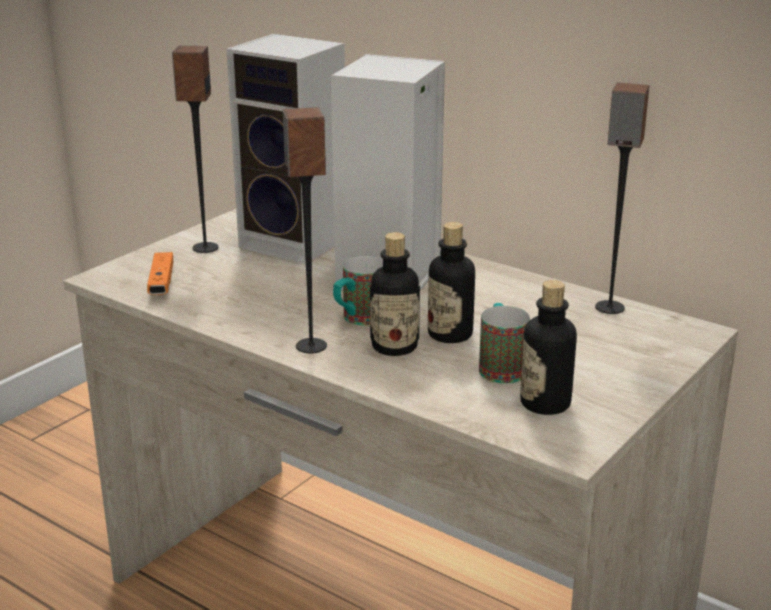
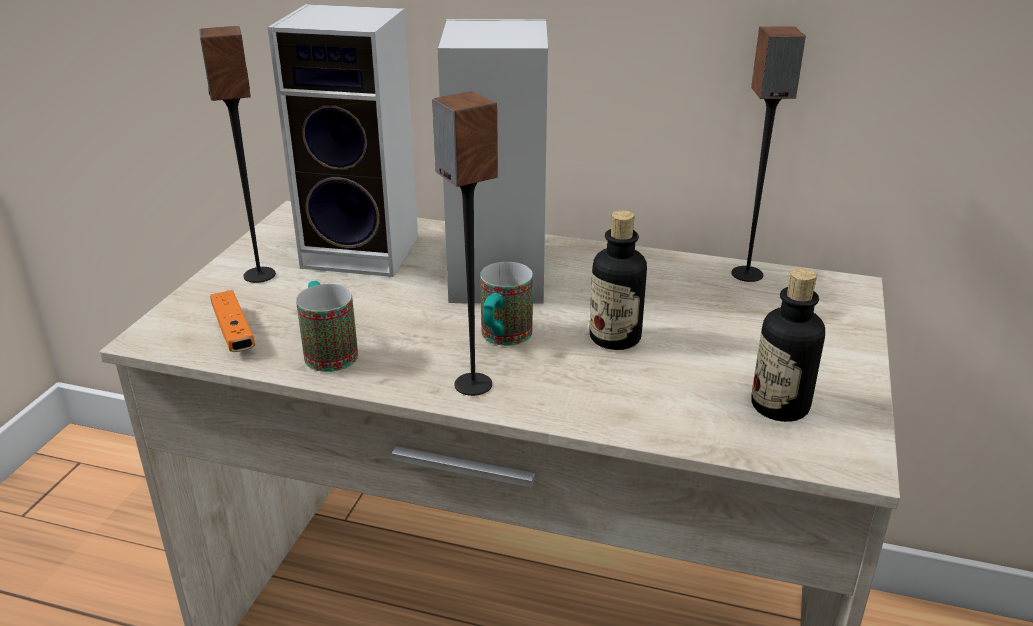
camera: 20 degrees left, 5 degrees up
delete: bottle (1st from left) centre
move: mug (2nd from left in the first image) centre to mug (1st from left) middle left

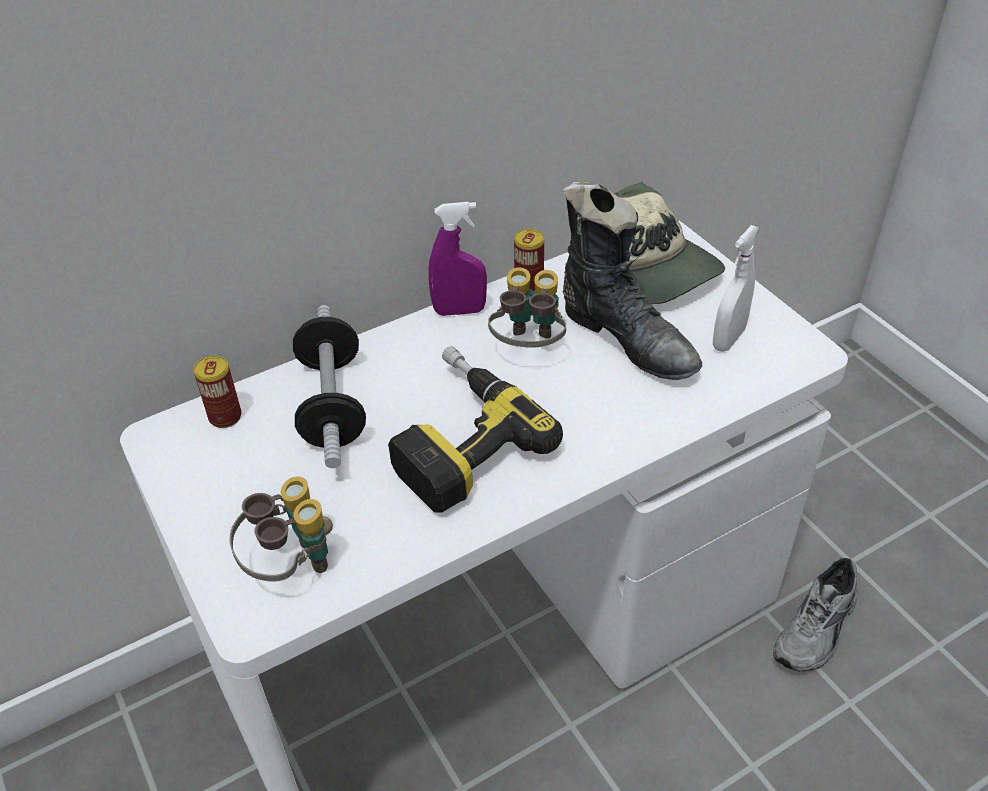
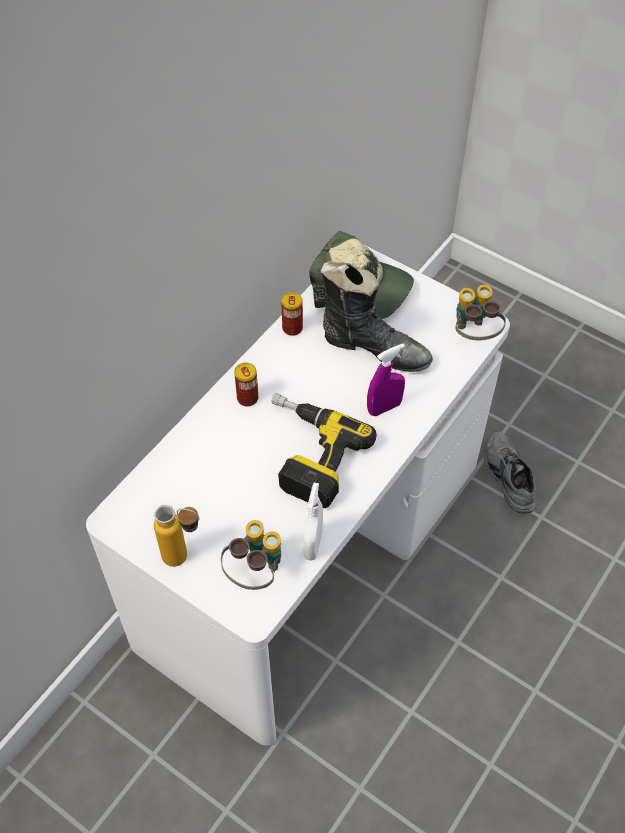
camera: 25 degrees left, 10 degrees up
delete: dumbbell middle left
insert: bottle middle left
move: purple spray bottle top centre to centre; white spray bottle middle right to centre; binoculars (2nd from left) centre to middle right; can (1st from left) middle left to centre
rotate: grey shoe bottom right = middle right 150 degrees clockwise

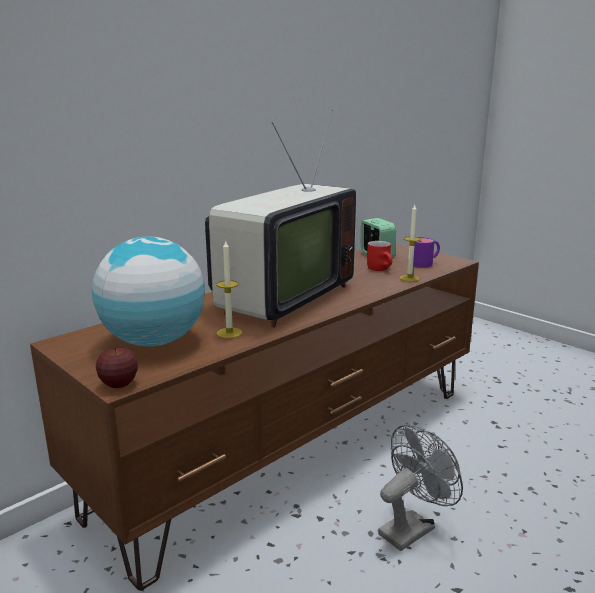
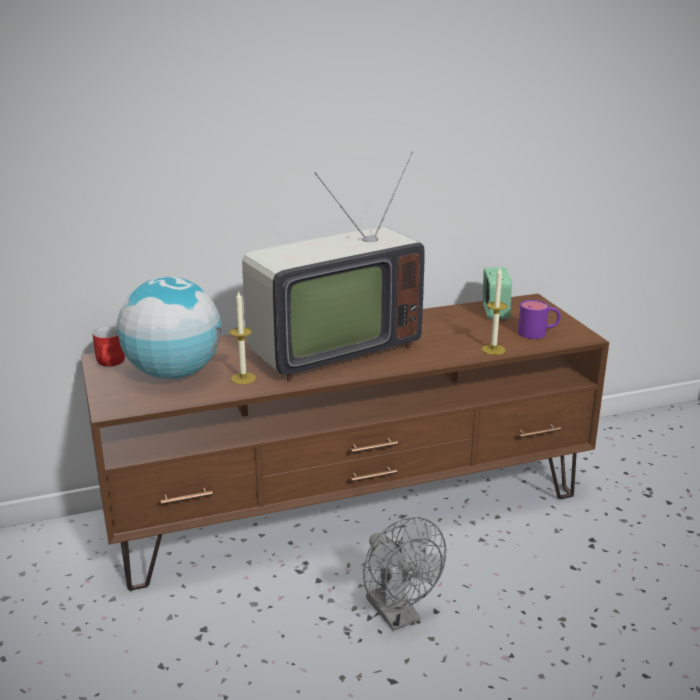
camera: 25 degrees right, 5 degrees up
delete: apple middle left
move: red mug centre to middle left
rotate: grey fan bottom right = bottom centre 75 degrees clockwise

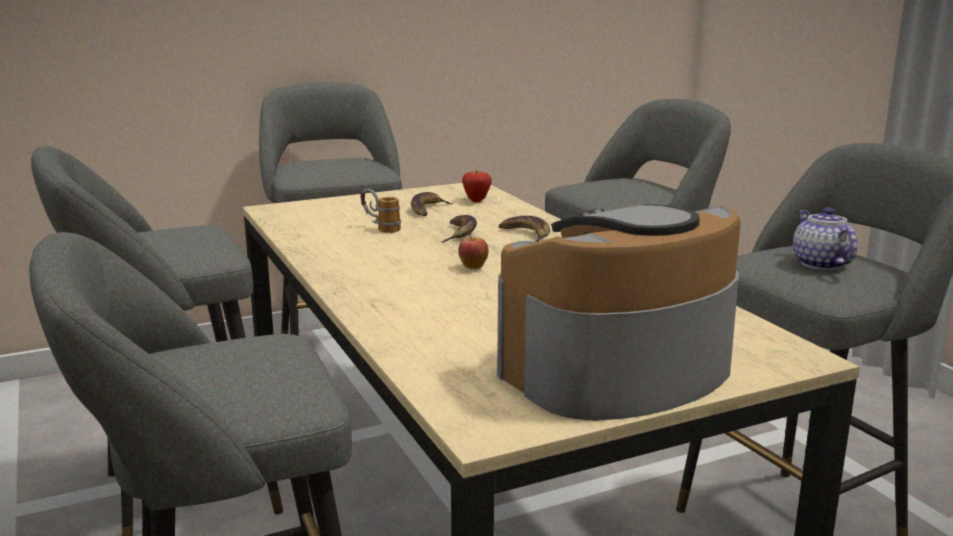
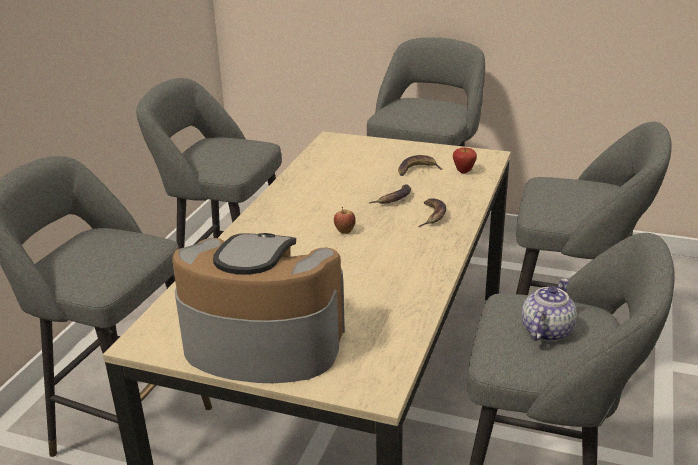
camera: 45 degrees right, 10 degrees up
delete: mug centre

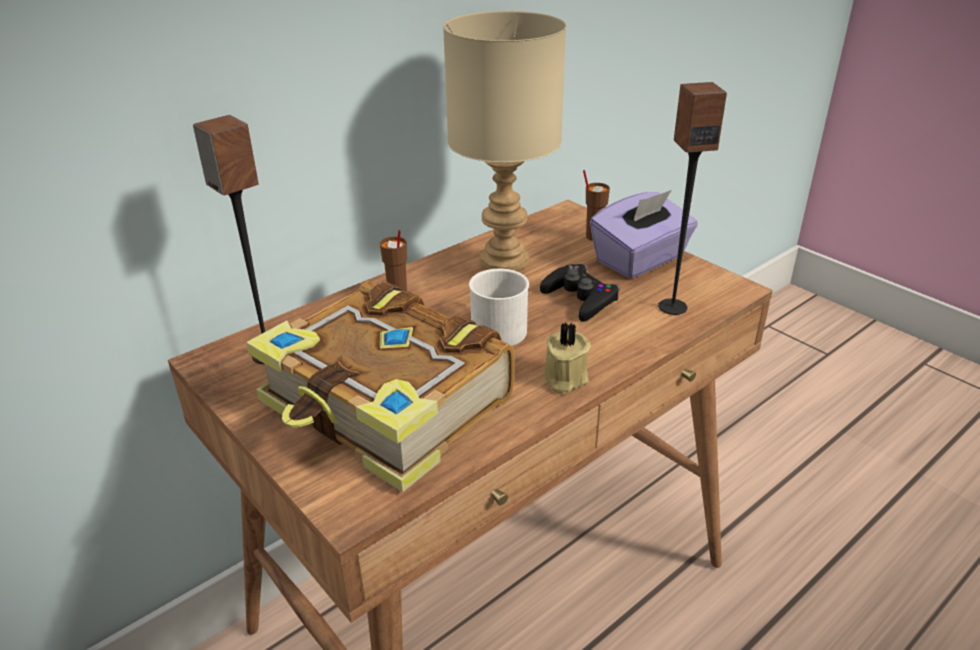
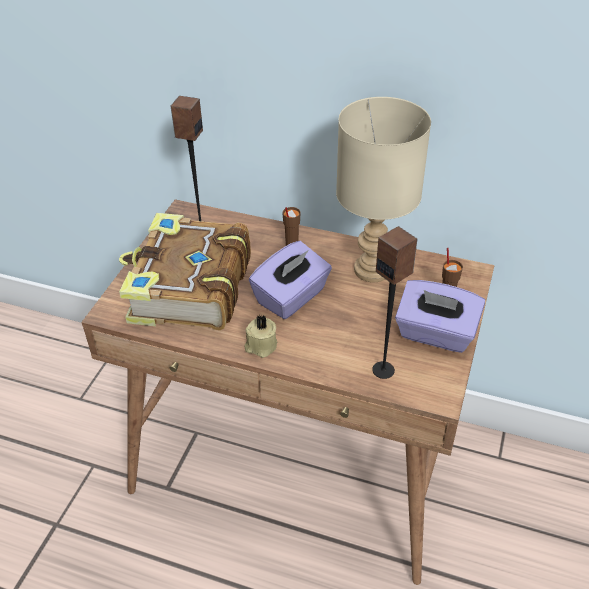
camera: 60 degrees right, 10 degrees up
delete: black game controller centre
replace: white mug centre to purple tissue box (1st from left) centre

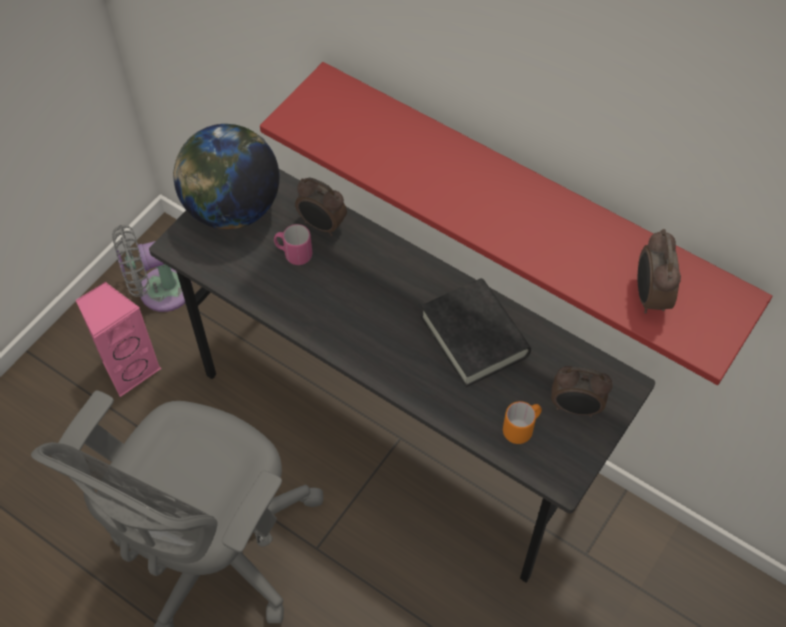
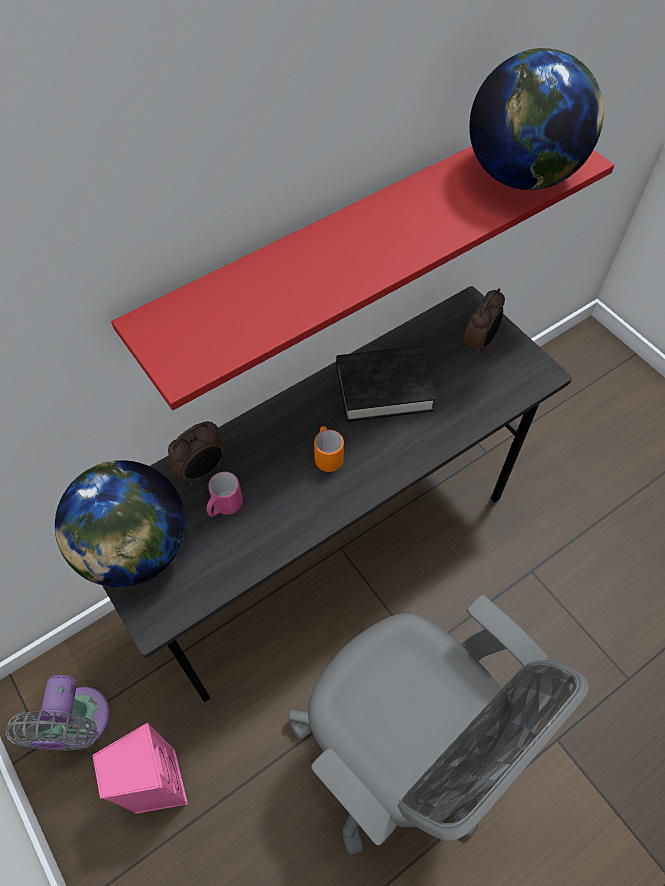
camera: 70 degrees left, 0 degrees up
move: orange mug bottom centre to centre
replace: alarm clock (3rd from left) middle right to globe (2nd from left) top right

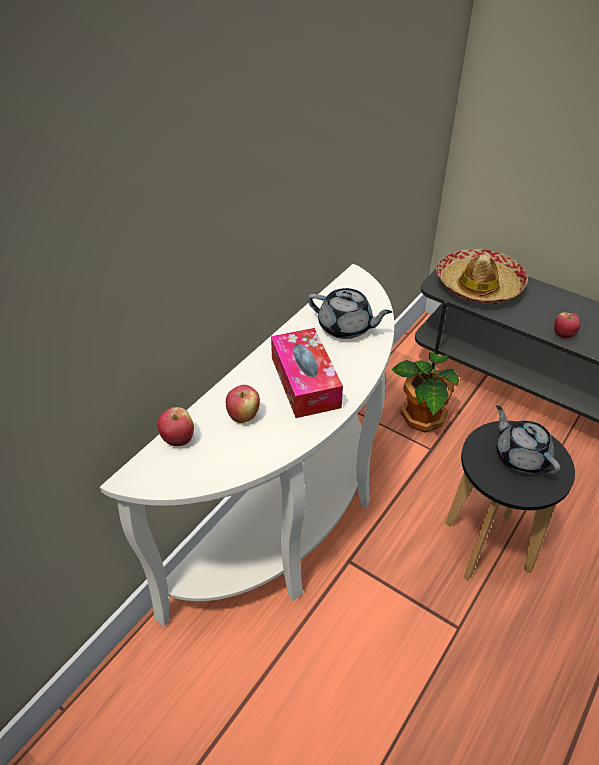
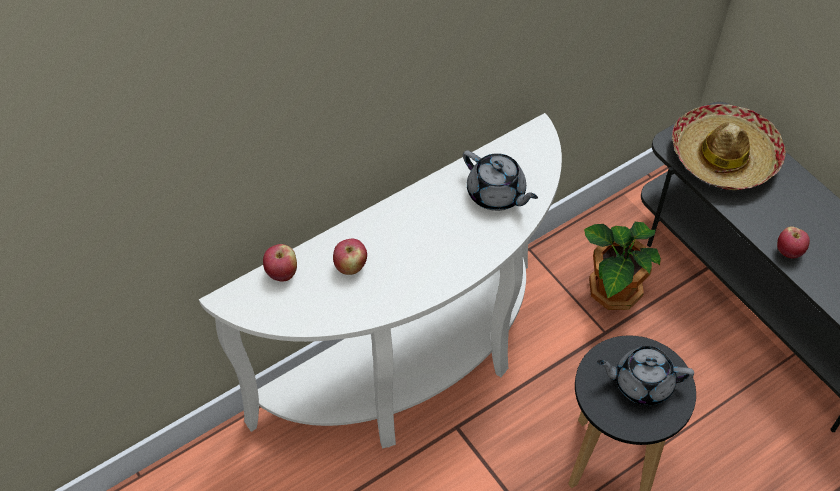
camera: 20 degrees right, 10 degrees up
delete: tissue box centre
rotate: grey teapot (2nd from left) middle right = bottom right 75 degrees counterclockwise

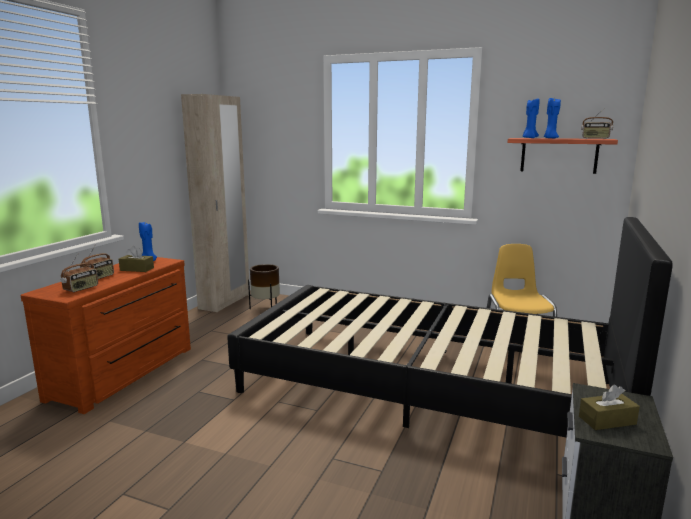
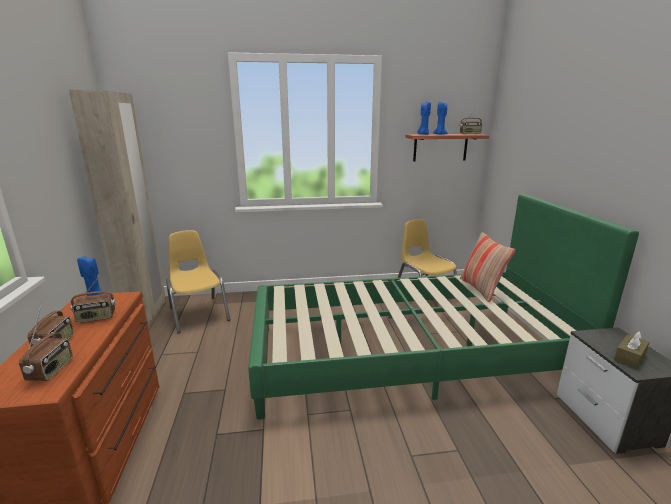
camera: 30 degrees left, 5 degrees up
insert: pillow middle right
replace: brown tissue box (1st from left) middle left to radio (3rd from left) middle left; brown planter centre to yellow chair (1st from left) middle left
recolor: black bed centre to green bed centre

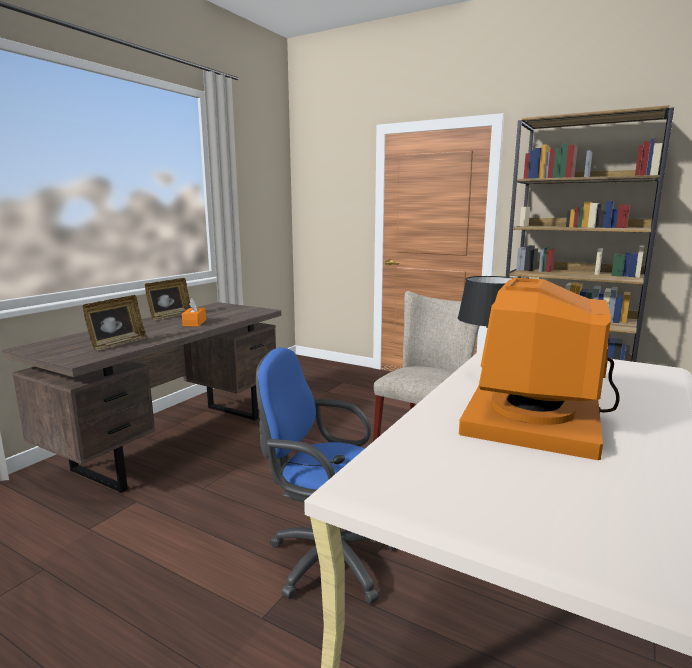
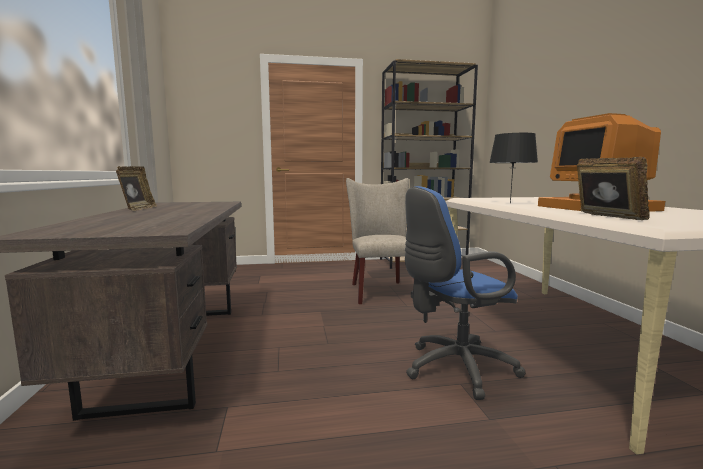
camera: 40 degrees left, 5 degrees down
delete: orange tissue box middle left
move: picture frame (1st from left in the first image) middle left to picture frame (2nd from left) middle right

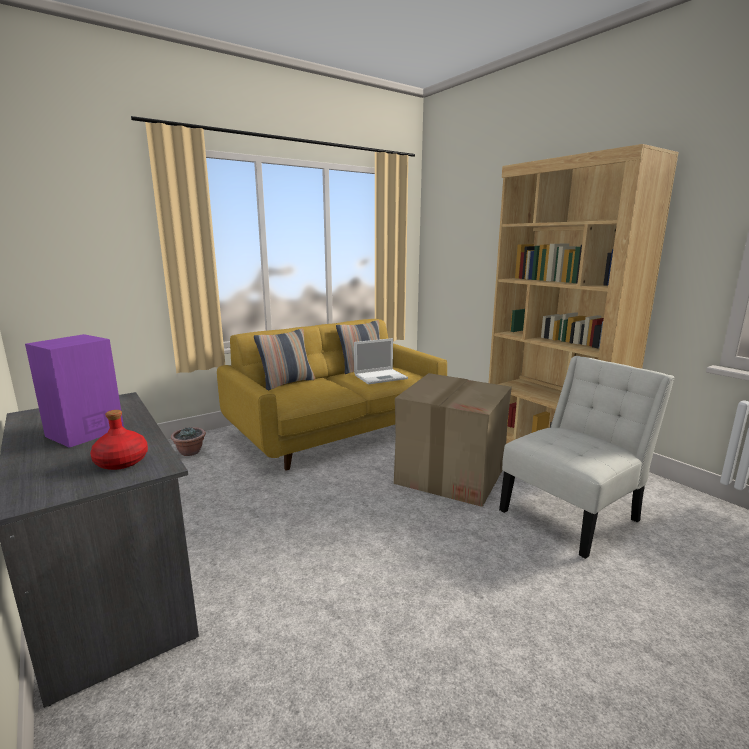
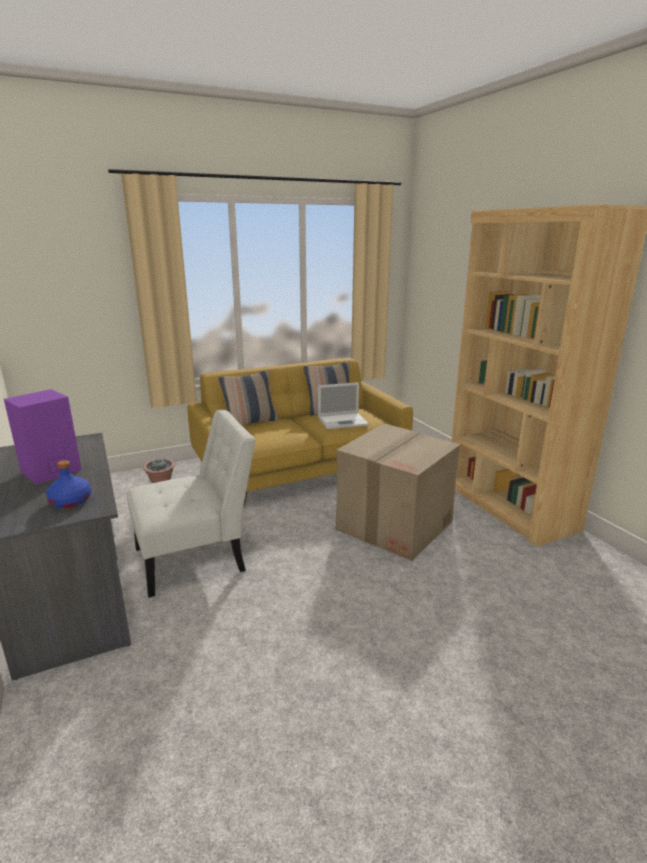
camera: 10 degrees right, 5 degrees up
move: white chair middle right to middle left
recolor: red bottle middle left to blue bottle middle left

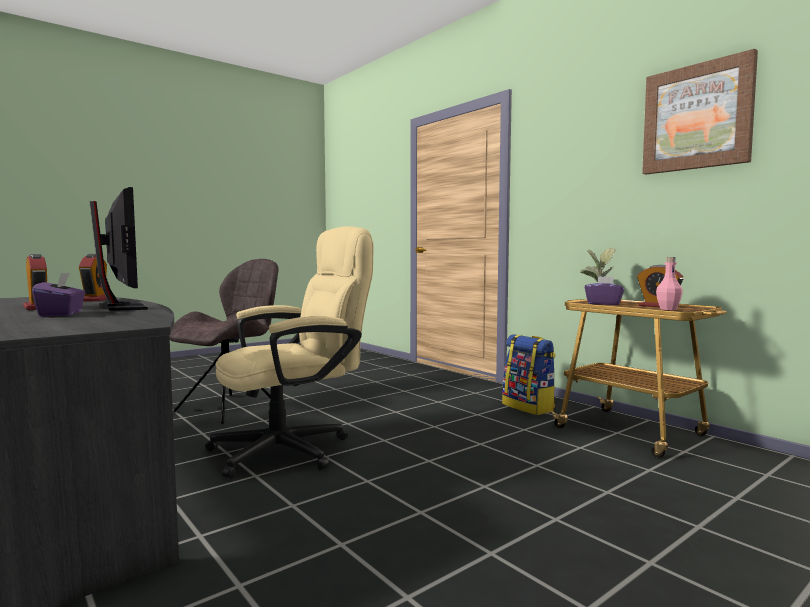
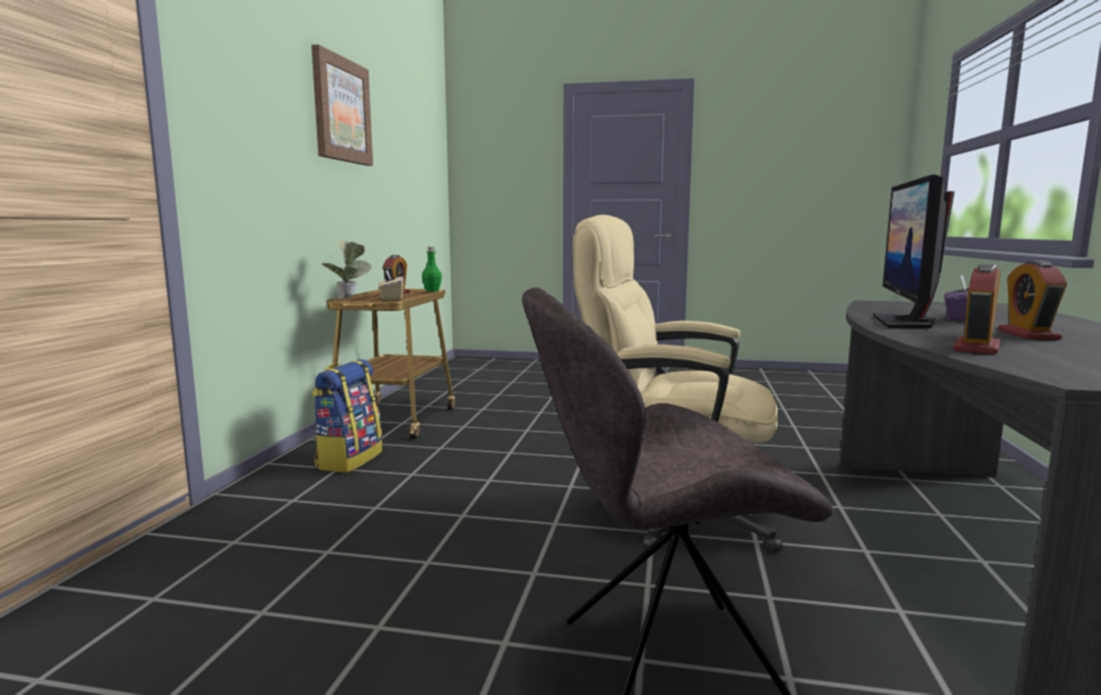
camera: 130 degrees left, 5 degrees up
recolor: pink bottle middle right to green bottle centre; purple tissue box (2nd from left) middle right to beige tissue box centre

